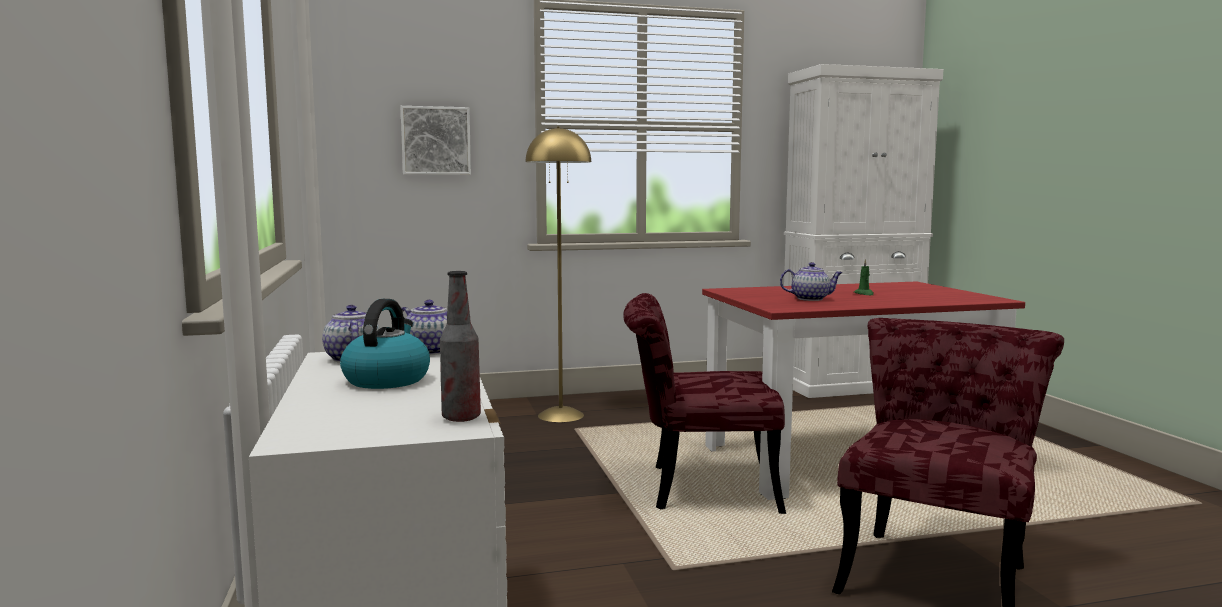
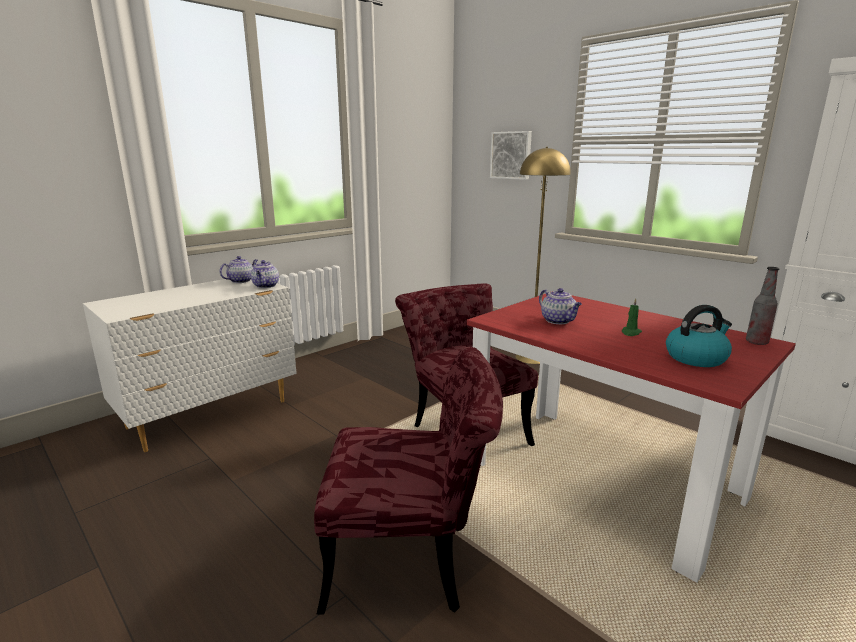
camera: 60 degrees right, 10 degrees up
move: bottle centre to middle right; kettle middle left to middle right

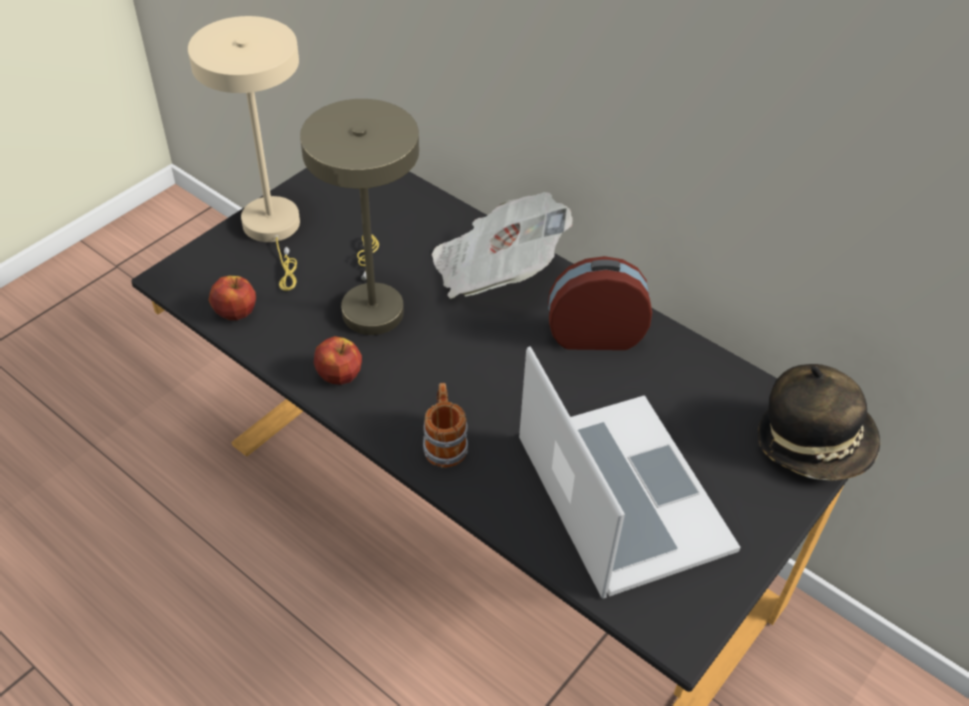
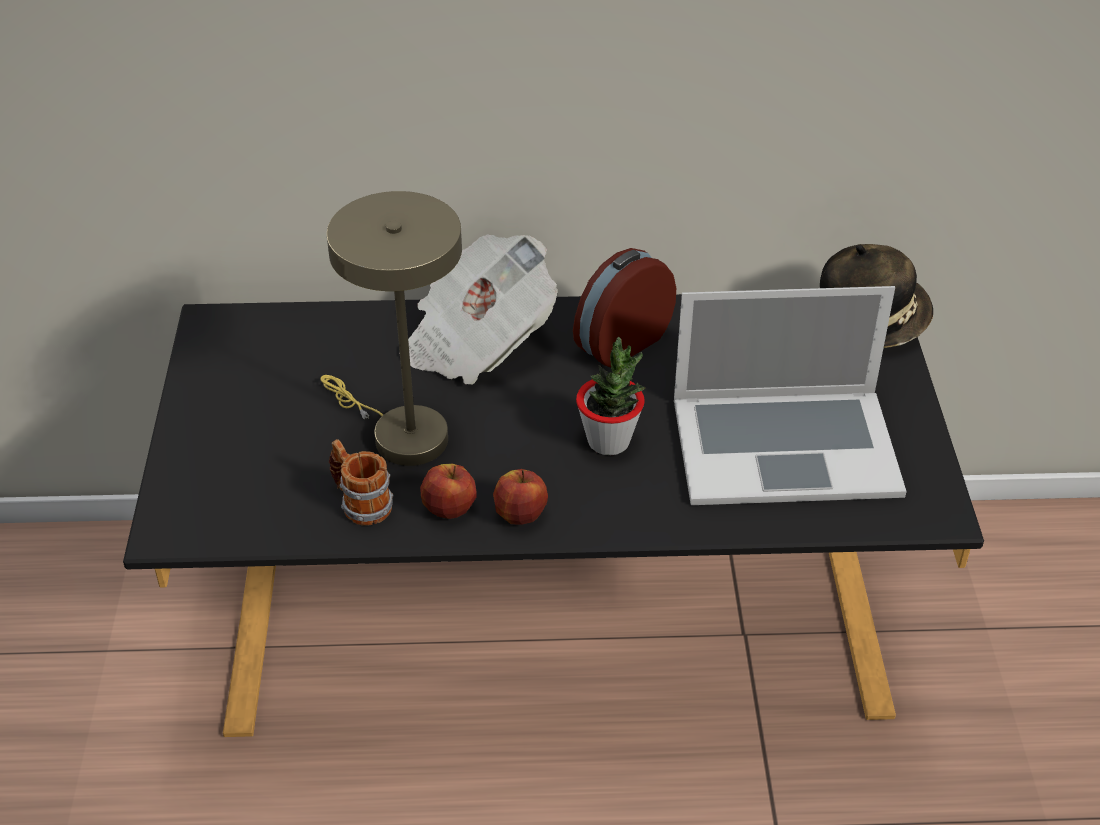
camera: 40 degrees left, 5 degrees down
delete: beige table lamp (1st from left) top left
insert: potted plant centre
move: apple (1st from left in the first image) middle left to apple (2nd from left) centre; mug centre to middle left
rotate: laptop bottom centre = middle right 150 degrees clockwise

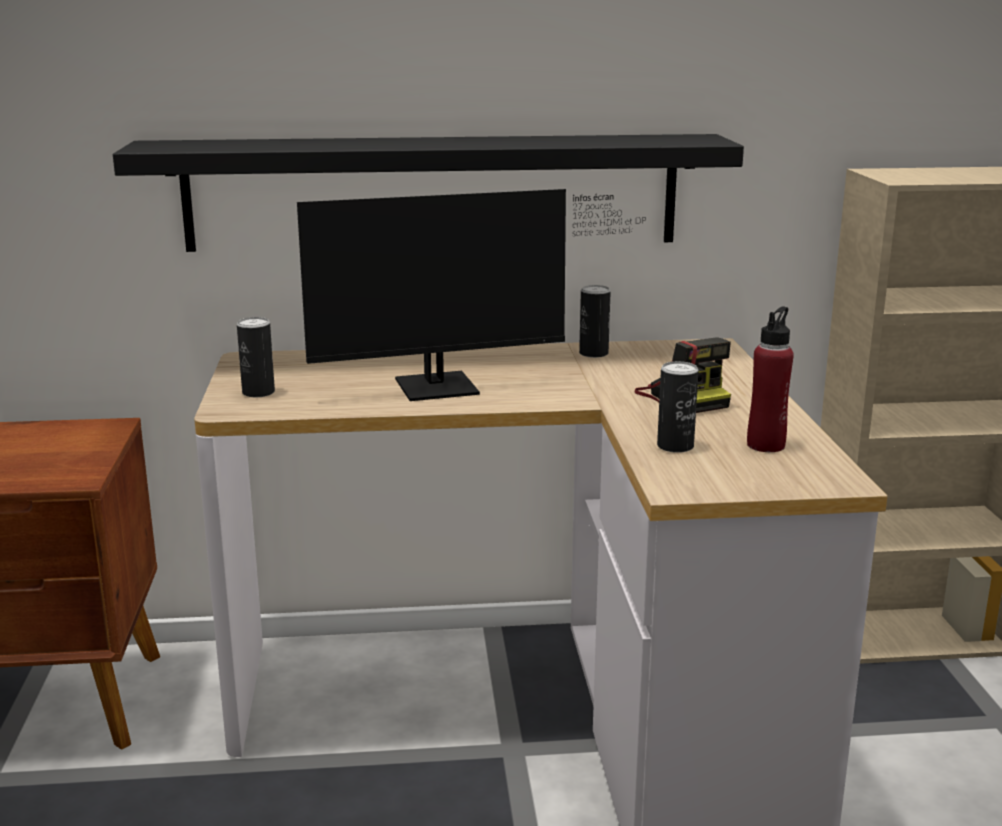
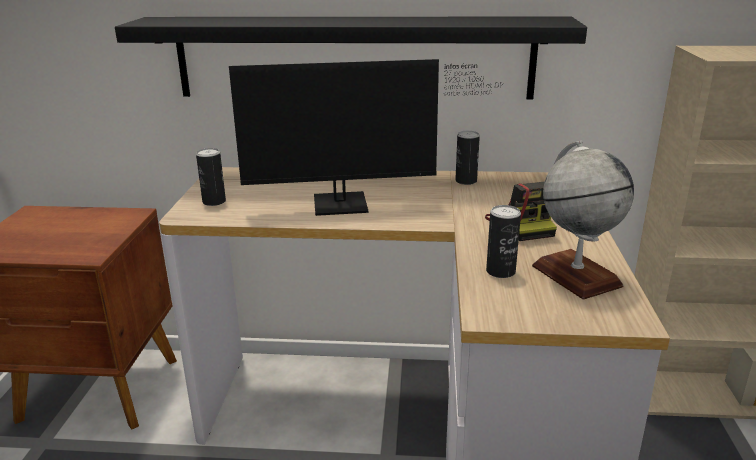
camera: 10 degrees right, 5 degrees up
replace: red bottle middle right to globe middle right

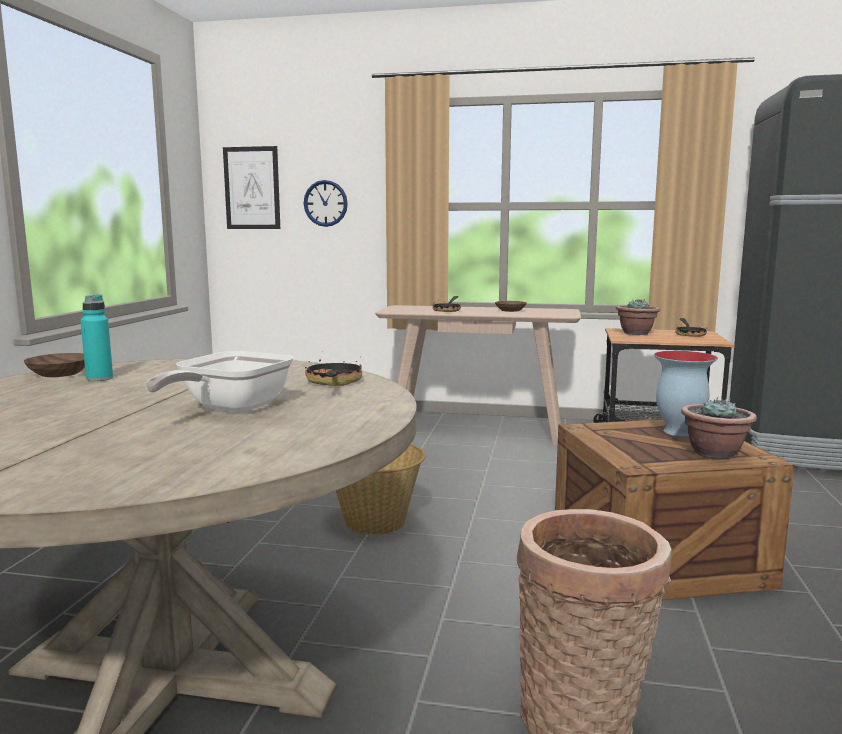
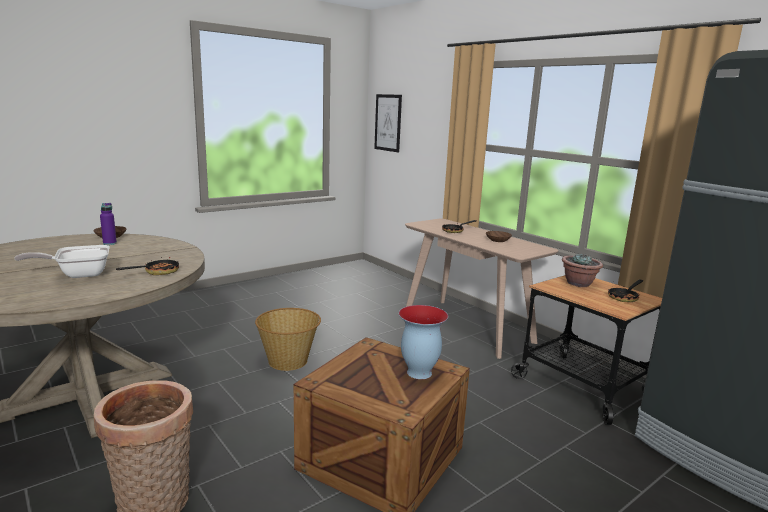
camera: 40 degrees right, 5 degrees up
delete: wall clock top centre; potted plant (2nd from left) middle right
recolor: turquoise bottle middle left to purple bottle middle left

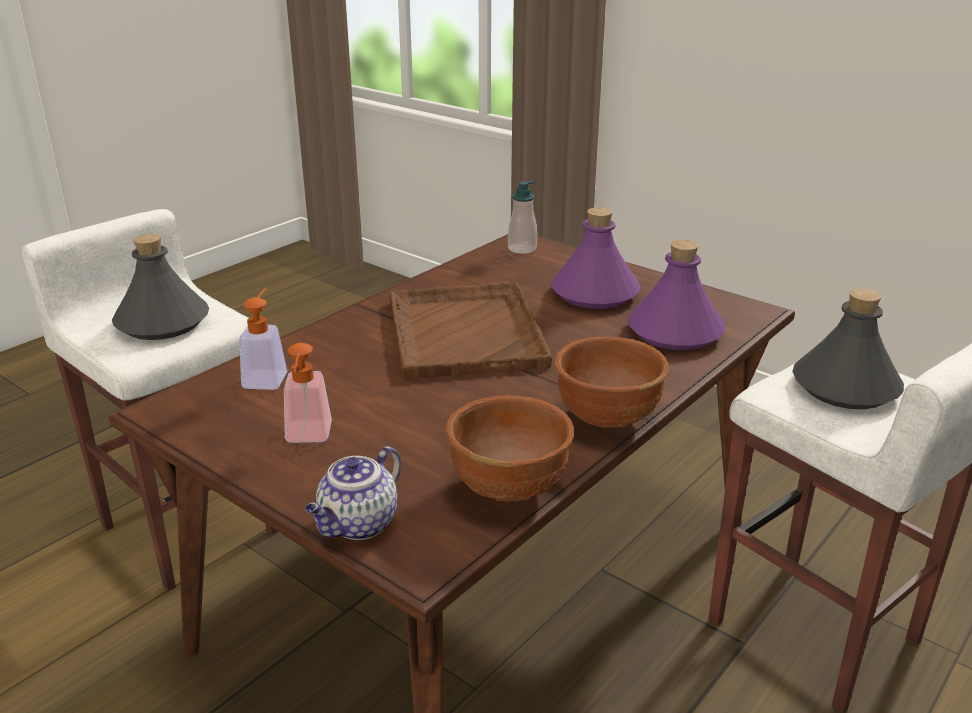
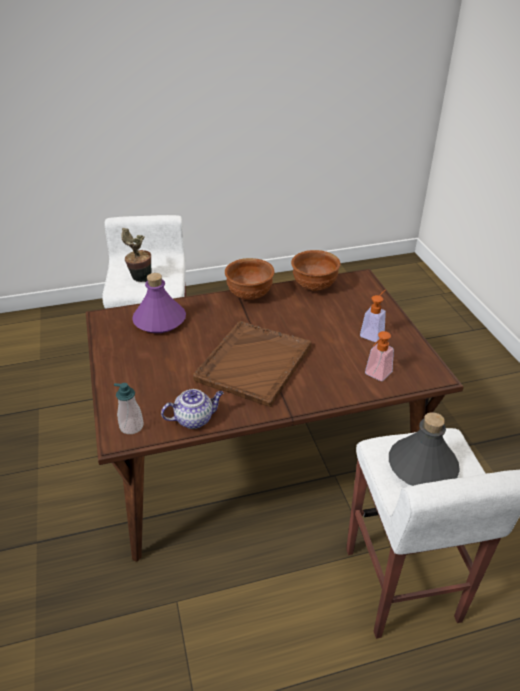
camera: 145 degrees left, 10 degrees up
delete: purple bottle (1st from left) centre
move: teapot bottom centre to centre
replace: grey bottle (2nd from left) middle right to potted plant middle left

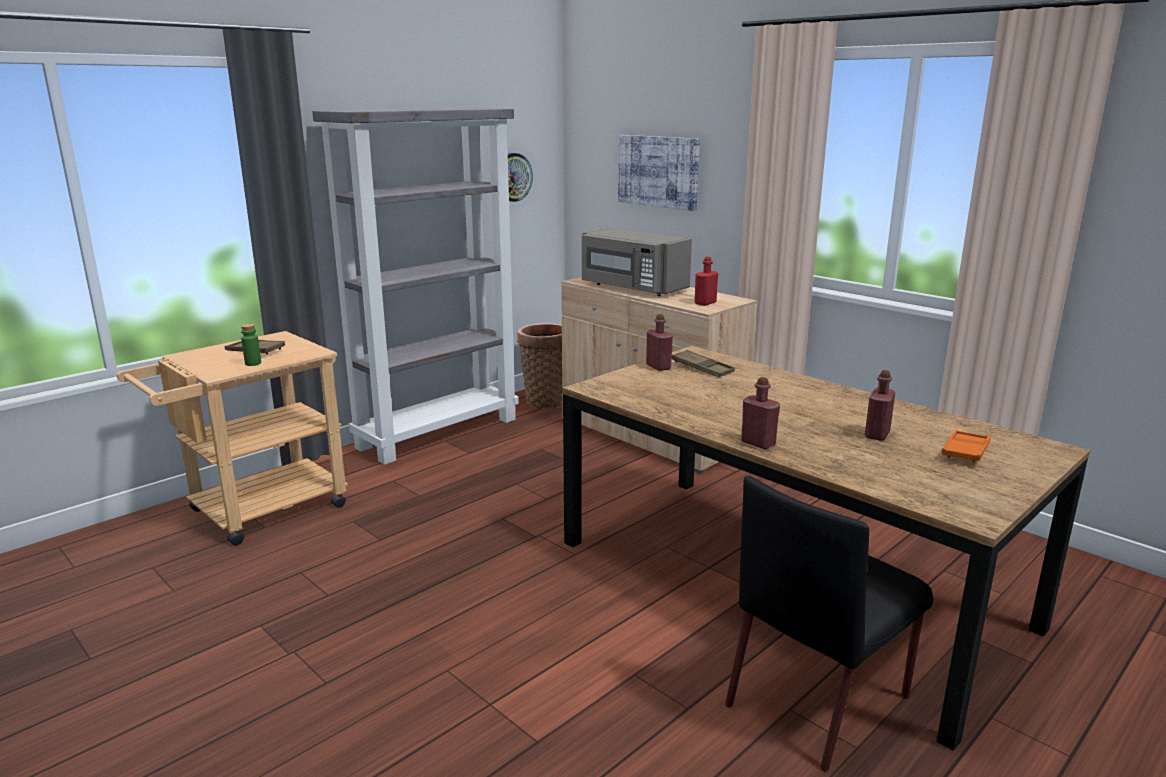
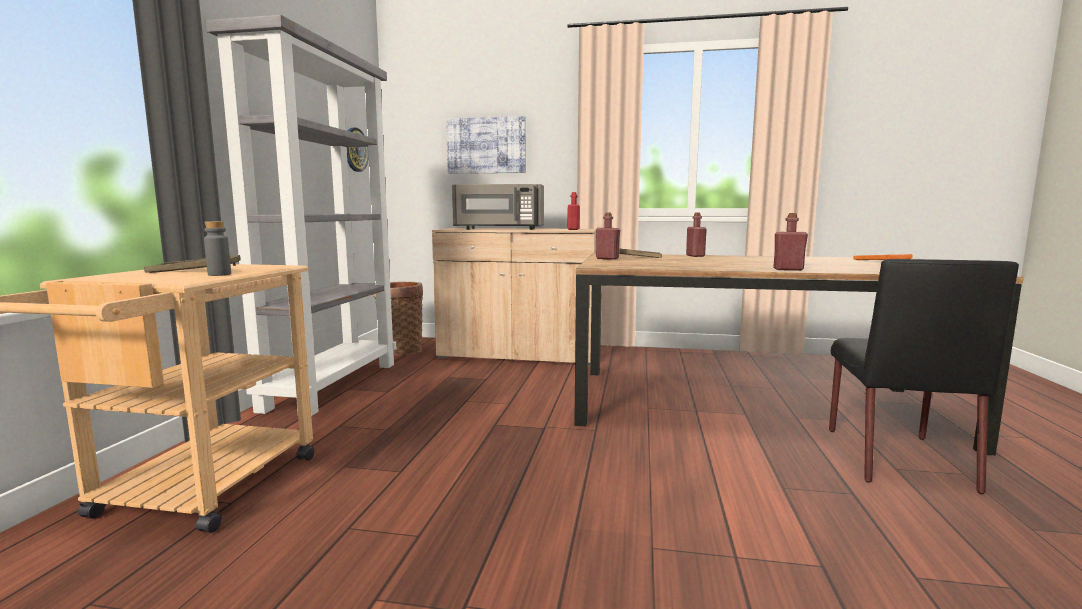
camera: 35 degrees left, 10 degrees down
move: red bottle (4th from left in the first image) middle right to red bottle (3rd from left) centre
recolor: green bottle middle left to grey bottle middle left

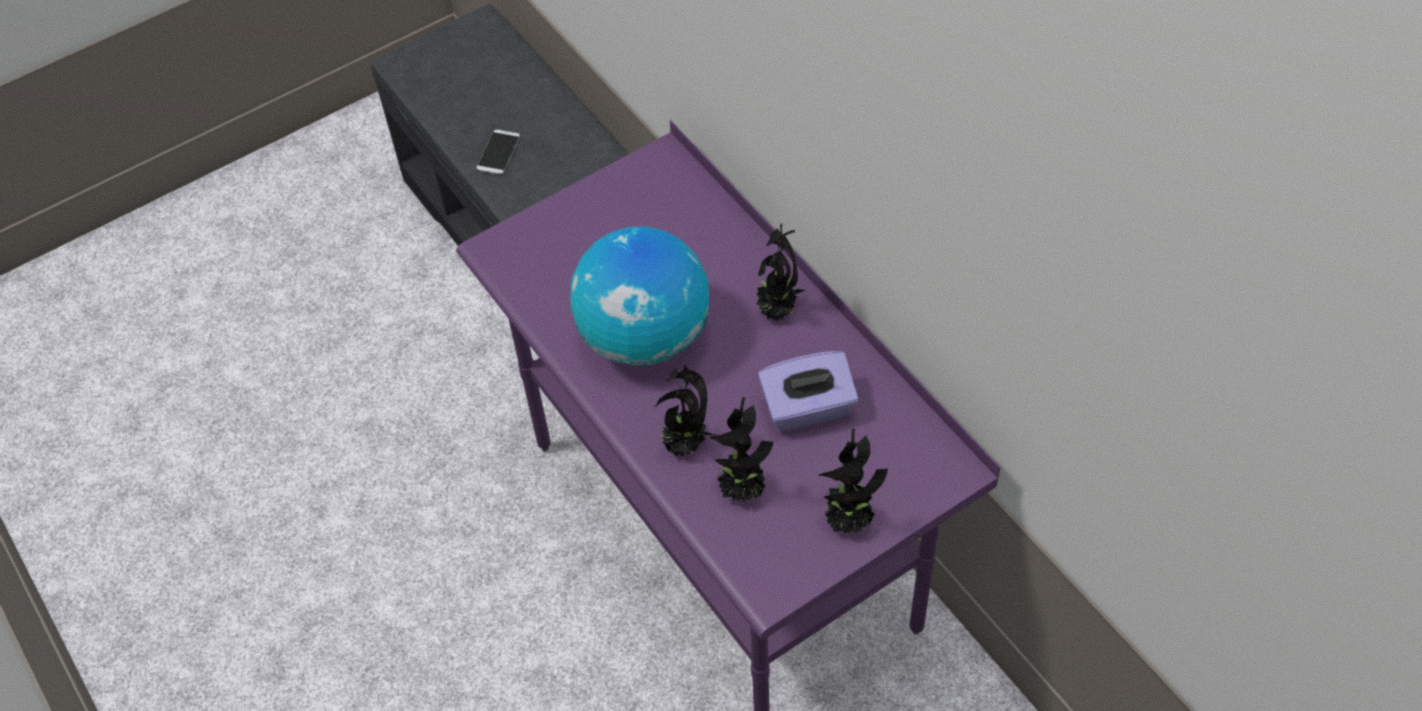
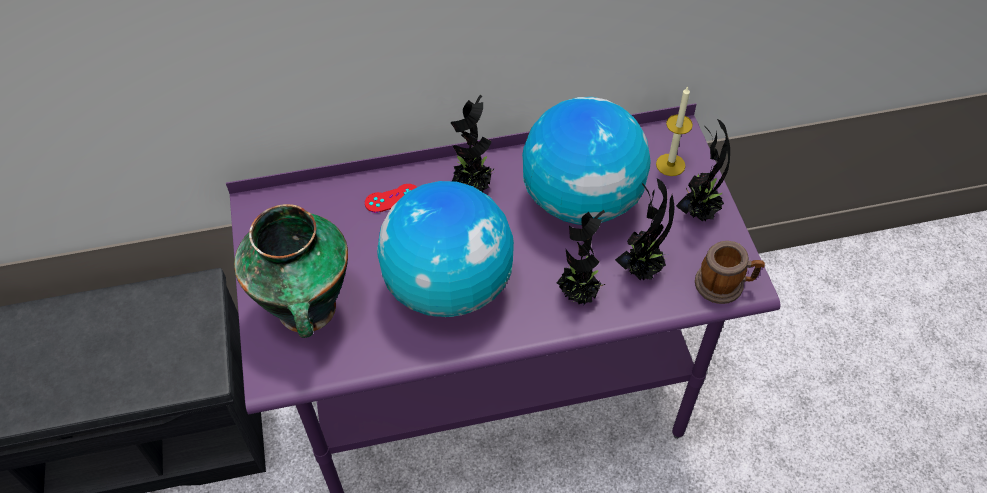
camera: 70 degrees left, 0 degrees up
delete: phone top centre
insert: candle top right; red game controller centre; vase middle left; mug middle right
replace: purple tissue box centre to globe (2nd from left) top centre

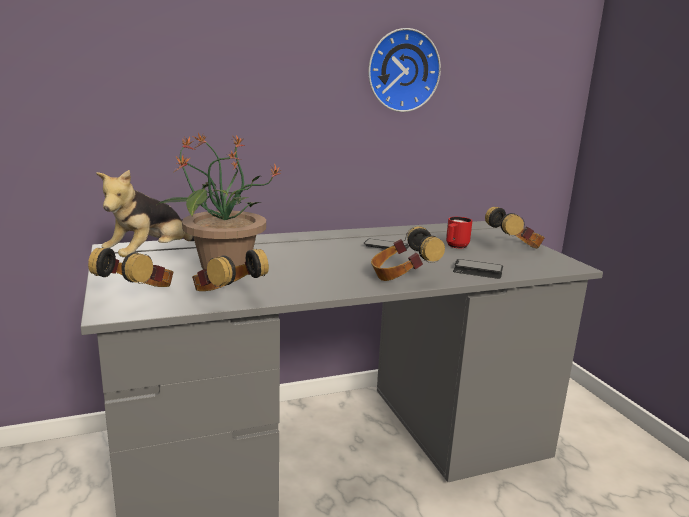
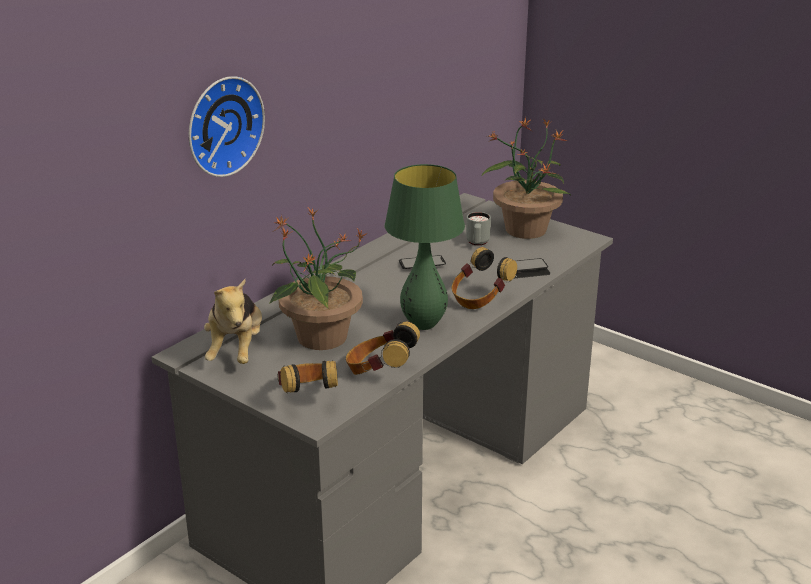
camera: 30 degrees left, 10 degrees up
insert: green table lamp centre
move: wall clock top centre to top left
replace: headphones (4th from left) middle right to potted plant (2nd from left) top centre
recolor: red mug centre to grey mug centre

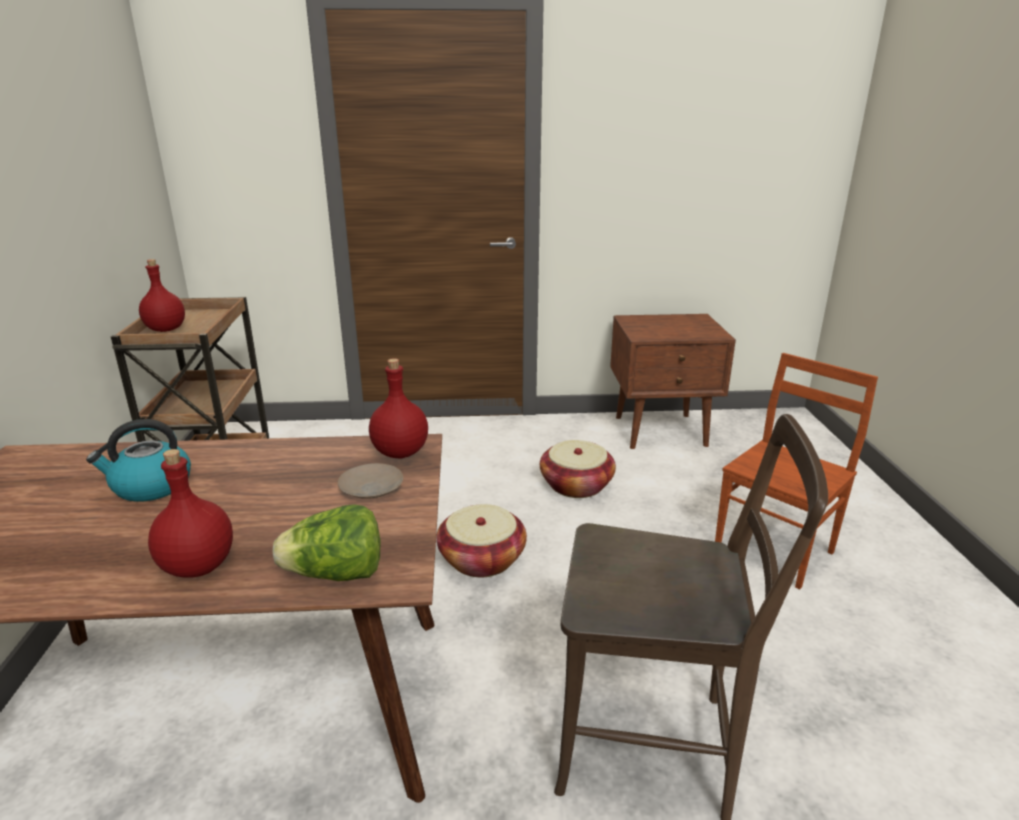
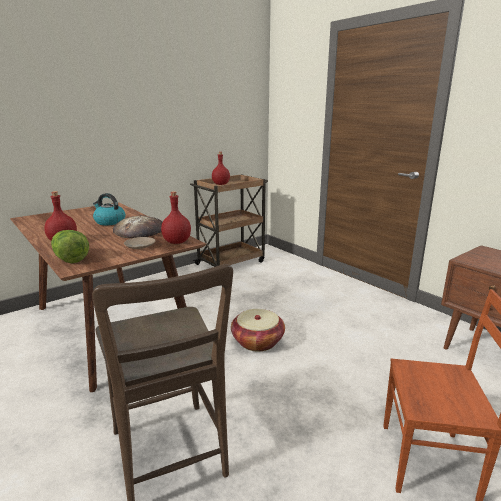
camera: 55 degrees right, 5 degrees down
delete: basket (2nd from left) centre
insert: bread middle left

